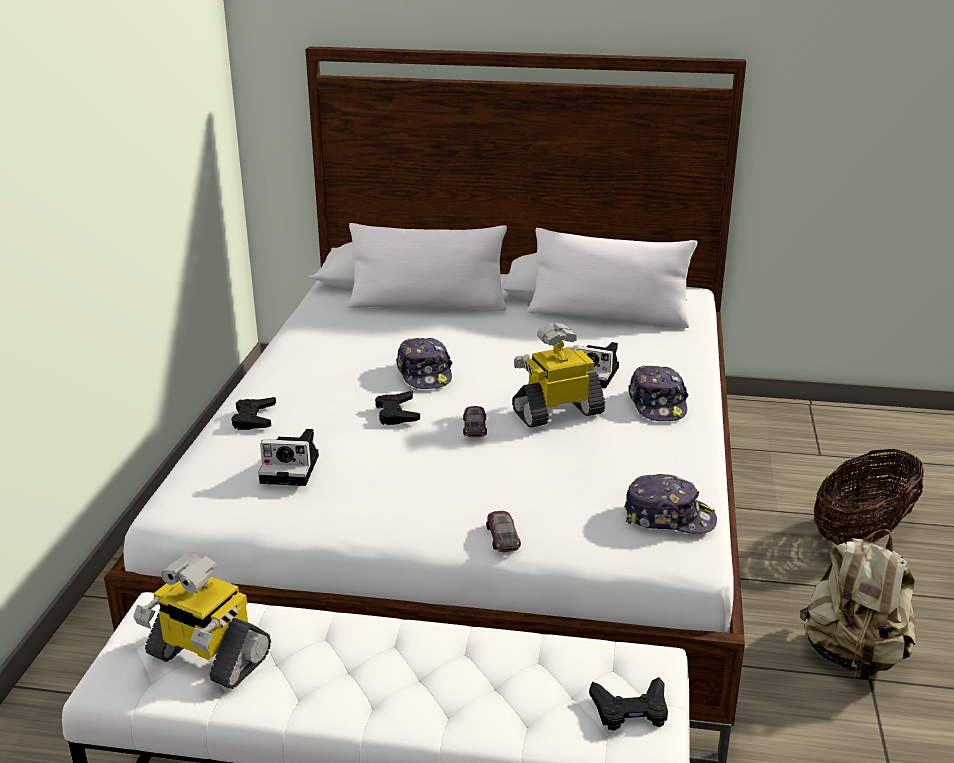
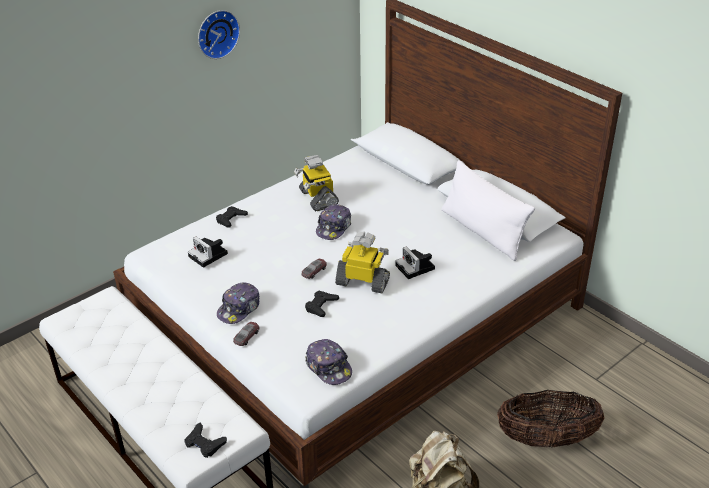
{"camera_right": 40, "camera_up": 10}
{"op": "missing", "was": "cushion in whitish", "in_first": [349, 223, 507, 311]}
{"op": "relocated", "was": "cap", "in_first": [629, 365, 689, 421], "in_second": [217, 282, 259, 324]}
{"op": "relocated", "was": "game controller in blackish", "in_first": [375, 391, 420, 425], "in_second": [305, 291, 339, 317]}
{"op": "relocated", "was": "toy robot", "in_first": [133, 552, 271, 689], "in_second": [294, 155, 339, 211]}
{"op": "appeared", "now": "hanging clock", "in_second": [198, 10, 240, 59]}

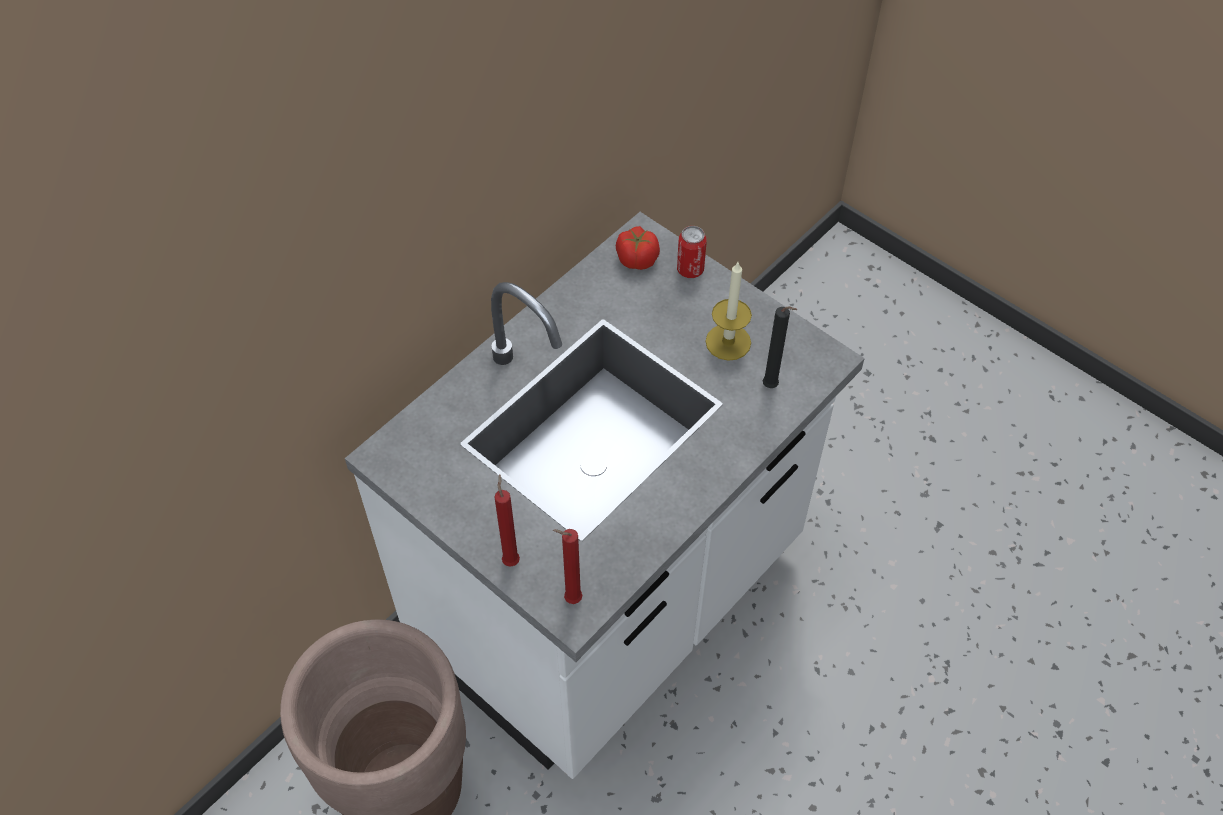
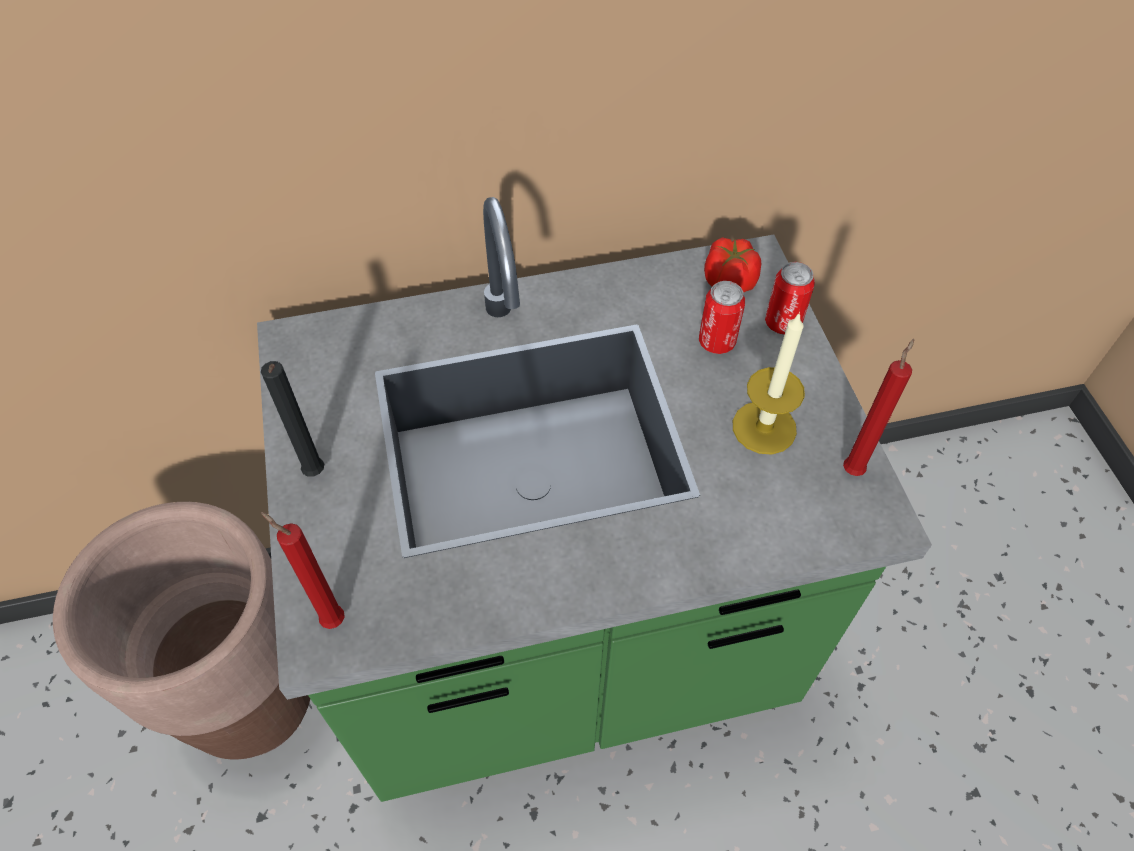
{"camera_right": 35, "camera_up": 0}
{"op": "colour", "was": "counter in whitish", "now": "counter in green-coloured", "in_first": [345, 212, 865, 779], "in_second": [257, 197, 932, 802]}
{"op": "relocated", "was": "candle in blackish", "in_first": [763, 306, 797, 388], "in_second": [261, 361, 324, 477]}
{"op": "relocated", "was": "candle in red", "in_first": [495, 474, 520, 567], "in_second": [843, 339, 914, 476]}
{"op": "appeared", "now": "metal can", "in_second": [699, 281, 745, 354]}

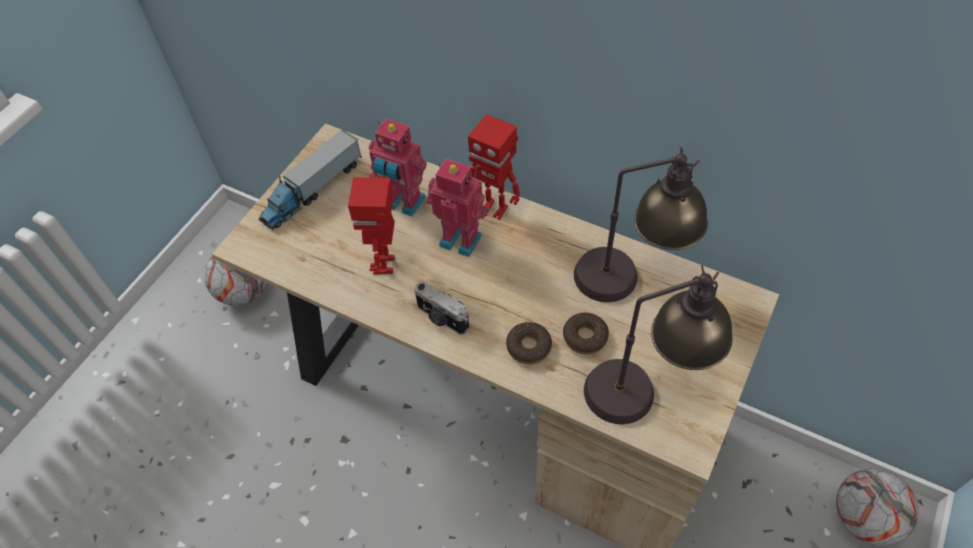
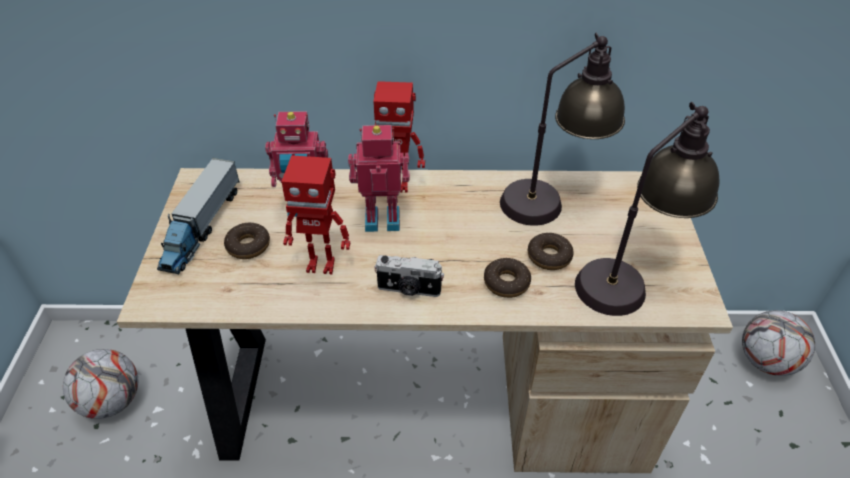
{"camera_right": -30, "camera_up": -10}
{"op": "spun", "was": "toy robot", "in_first": [348, 177, 395, 275], "in_second": [281, 155, 350, 274], "clockwise": -60}
{"op": "appeared", "now": "ring doughnut", "in_second": [224, 223, 270, 259]}

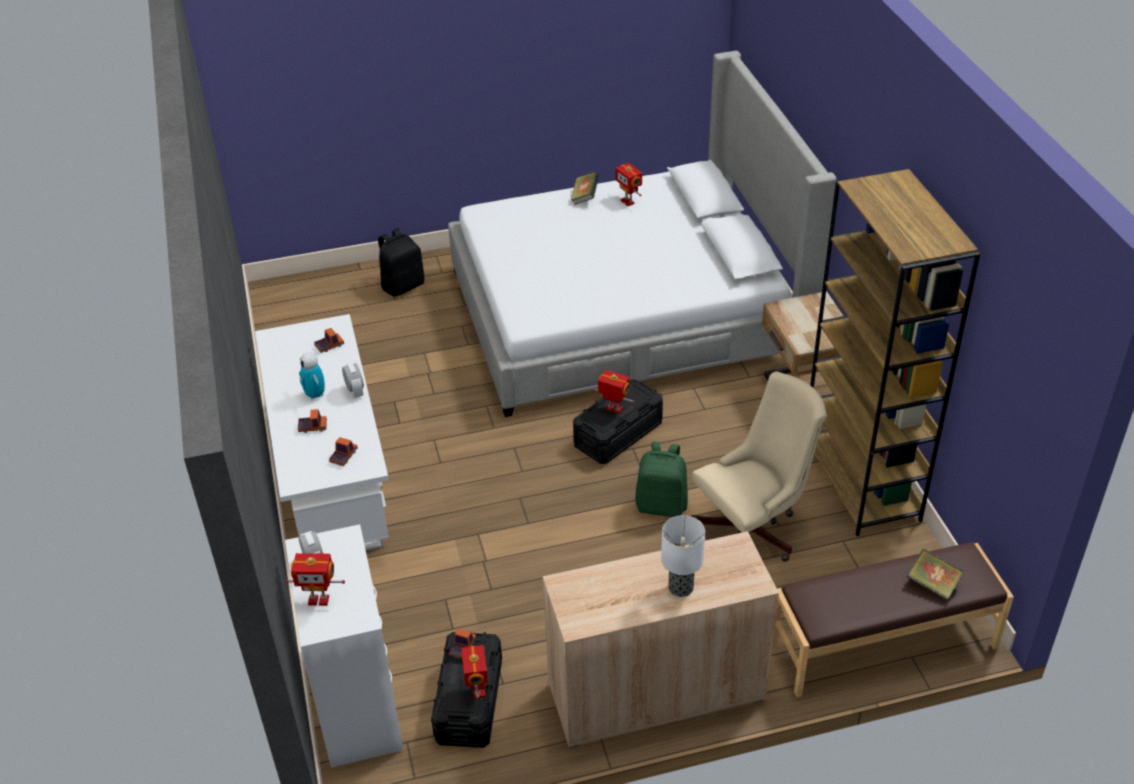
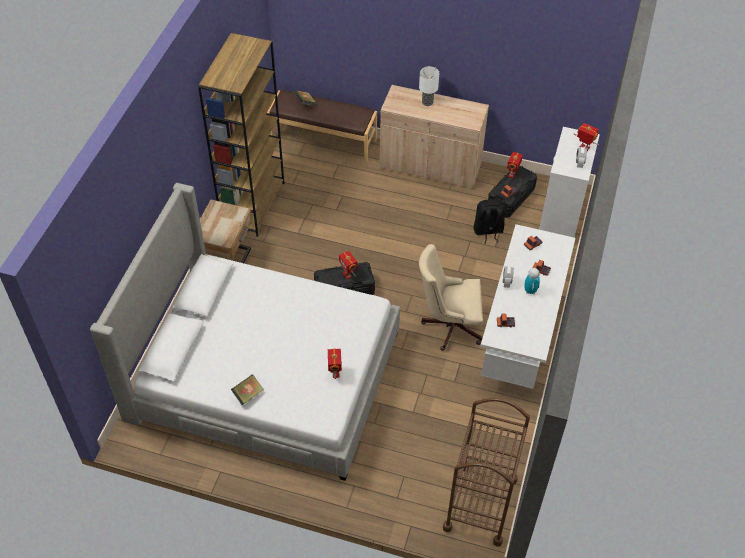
{"camera_right": -150, "camera_up": 10}
{"op": "relocated", "was": "toy robot", "in_first": [615, 163, 642, 206], "in_second": [328, 349, 342, 379]}
{"op": "relocated", "was": "rucksack in blackish", "in_first": [378, 228, 424, 296], "in_second": [473, 199, 505, 244]}
{"op": "relocated", "was": "office chair in sand-coloured", "in_first": [691, 372, 827, 562], "in_second": [419, 244, 483, 351]}
{"op": "missing", "was": "rucksack in green-coloured", "in_first": [635, 442, 688, 517]}
{"op": "appeared", "now": "cart in brownish", "in_second": [443, 398, 530, 547]}

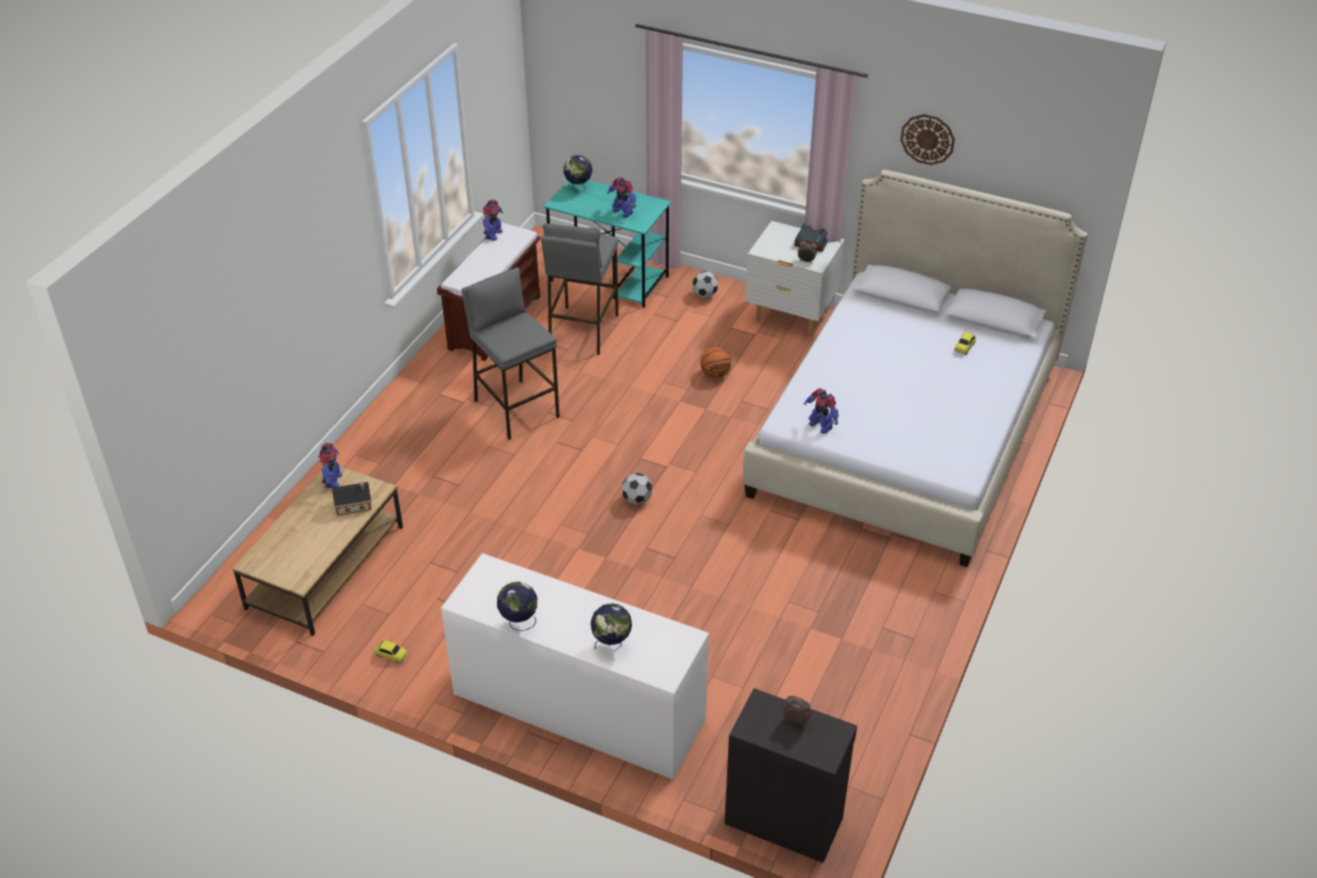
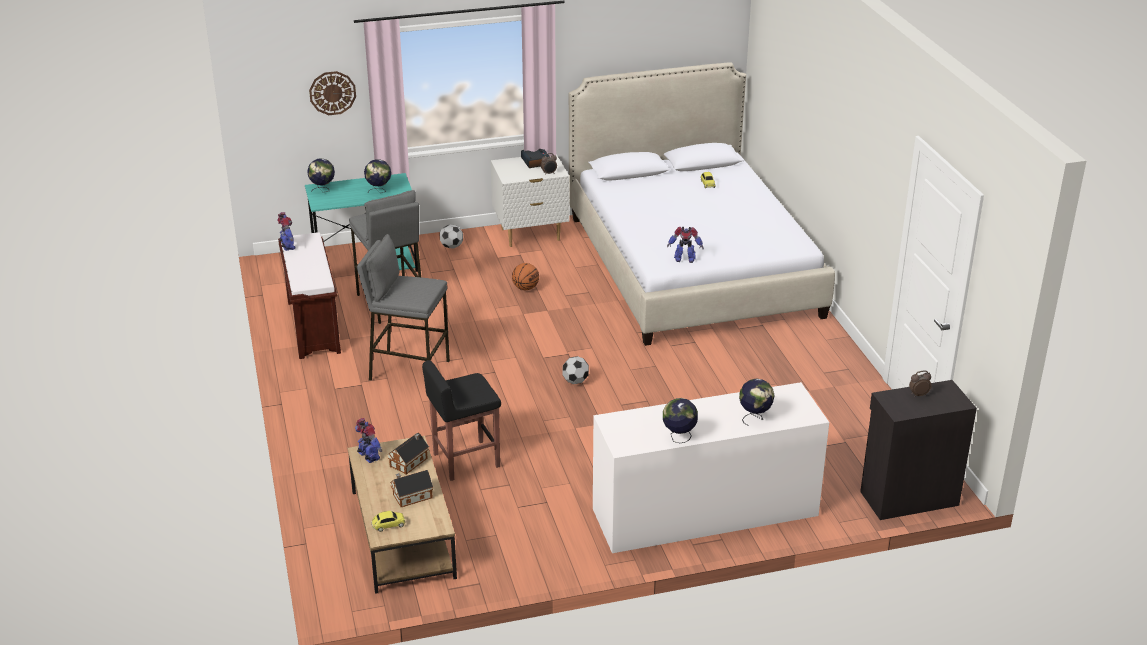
{"camera_right": -40, "camera_up": -10}
{"op": "relocated", "was": "hanging clock", "in_first": [900, 114, 955, 165], "in_second": [309, 71, 356, 115]}
{"op": "exchanged", "was": "toy robot", "now": "world globe", "in_first": [607, 177, 636, 218], "in_second": [364, 159, 391, 193]}
{"op": "relocated", "was": "toy car", "in_first": [374, 640, 408, 664], "in_second": [371, 511, 405, 532]}
{"op": "appeared", "now": "stool seat in blackish", "in_second": [422, 360, 501, 481]}
{"op": "appeared", "now": "model house", "in_second": [390, 470, 433, 507]}

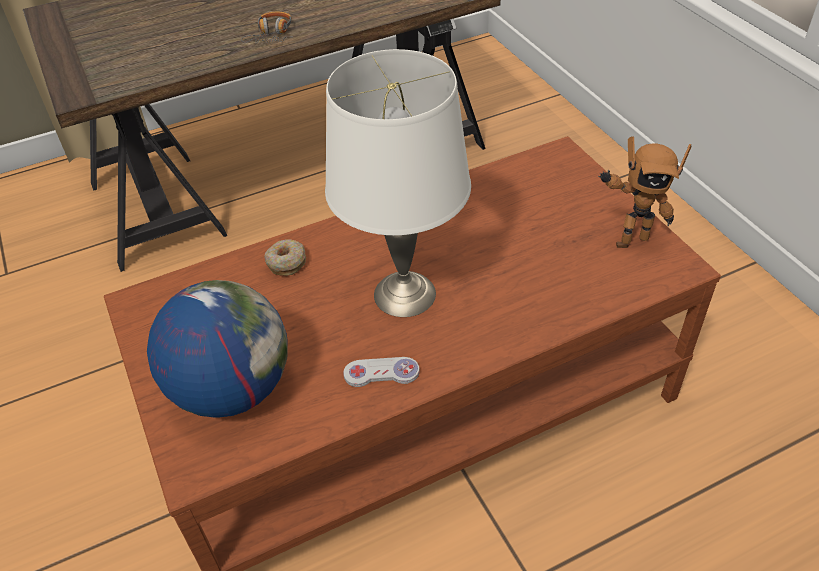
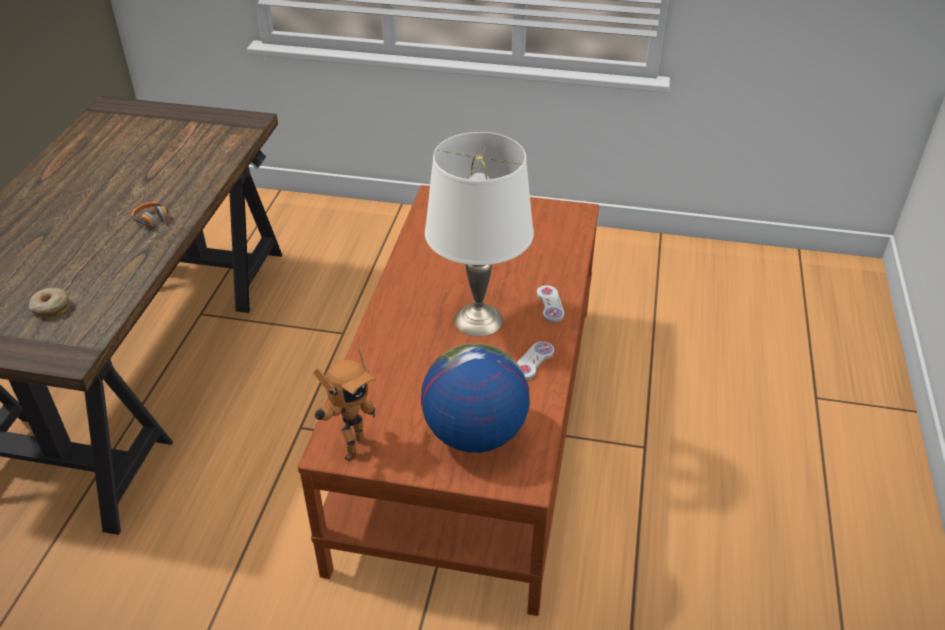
{"camera_right": -55, "camera_up": -5}
{"op": "relocated", "was": "toy robot", "in_first": [598, 136, 691, 248], "in_second": [313, 347, 377, 461]}
{"op": "relocated", "was": "ring doughnut", "in_first": [265, 239, 306, 276], "in_second": [29, 288, 70, 318]}
{"op": "appeared", "now": "game controller in whitish", "in_second": [537, 285, 564, 323]}

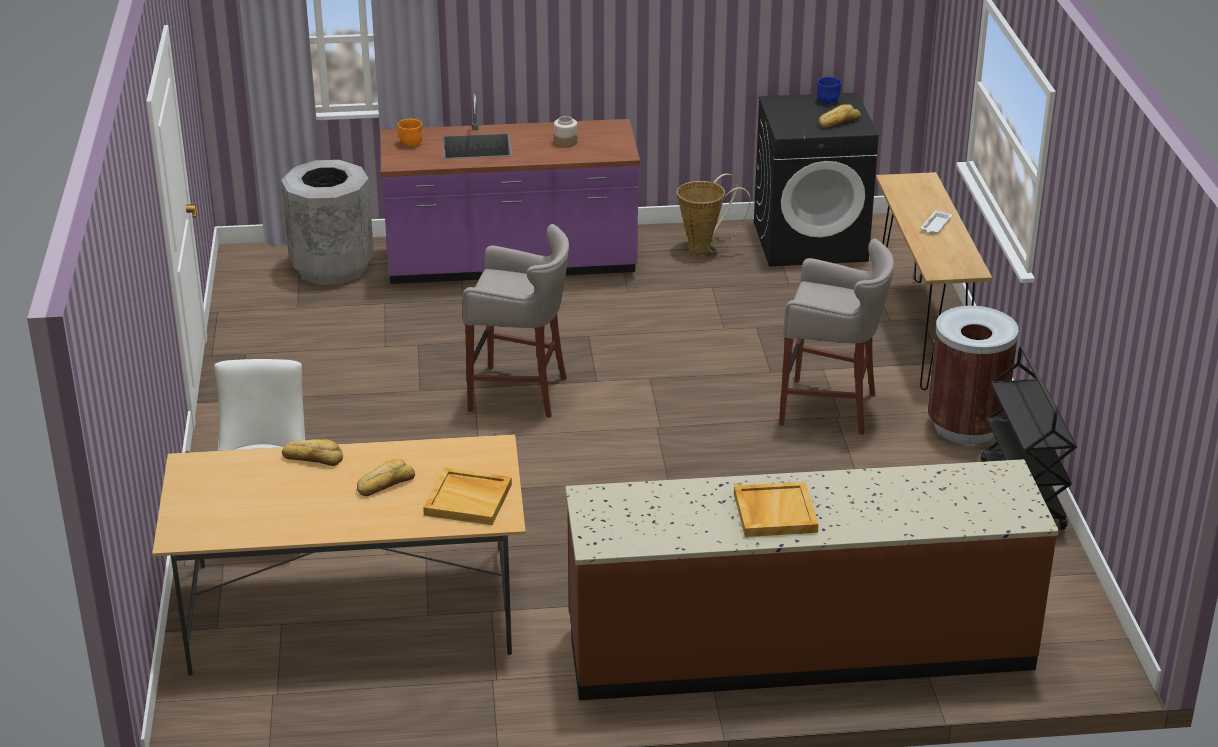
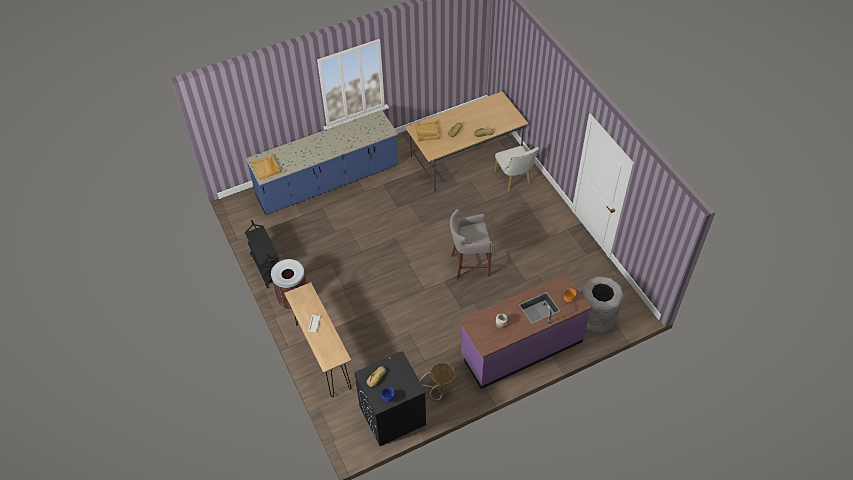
{"camera_right": 160, "camera_up": 20}
{"op": "missing", "was": "stool seat in gray", "in_first": [779, 239, 894, 435]}
{"op": "colour", "was": "counter in brownish", "now": "counter in bluish", "in_first": [565, 459, 1059, 701], "in_second": [246, 110, 398, 215]}
{"op": "relocated", "was": "carrying tray in sand-coloured", "in_first": [734, 482, 818, 537], "in_second": [251, 155, 281, 180]}

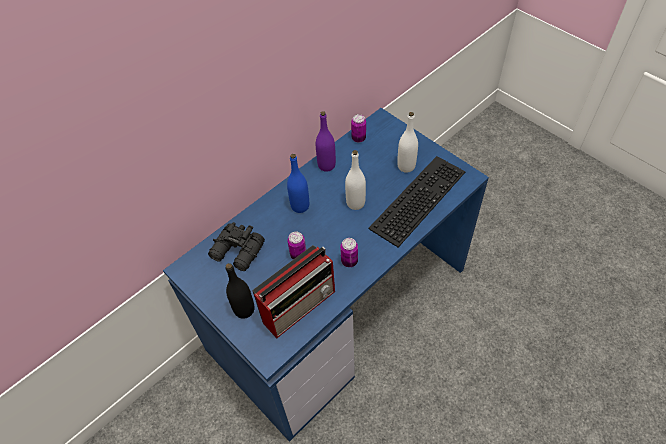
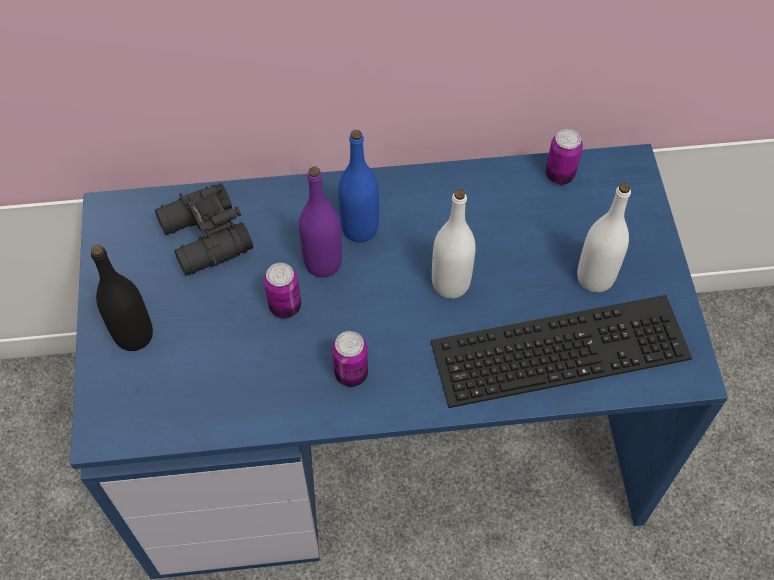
{"camera_right": 35, "camera_up": 5}
{"op": "relocated", "was": "bottle in purplish", "in_first": [316, 111, 336, 172], "in_second": [299, 167, 342, 278]}
{"op": "missing", "was": "radio receiver", "in_first": [252, 245, 335, 338]}

